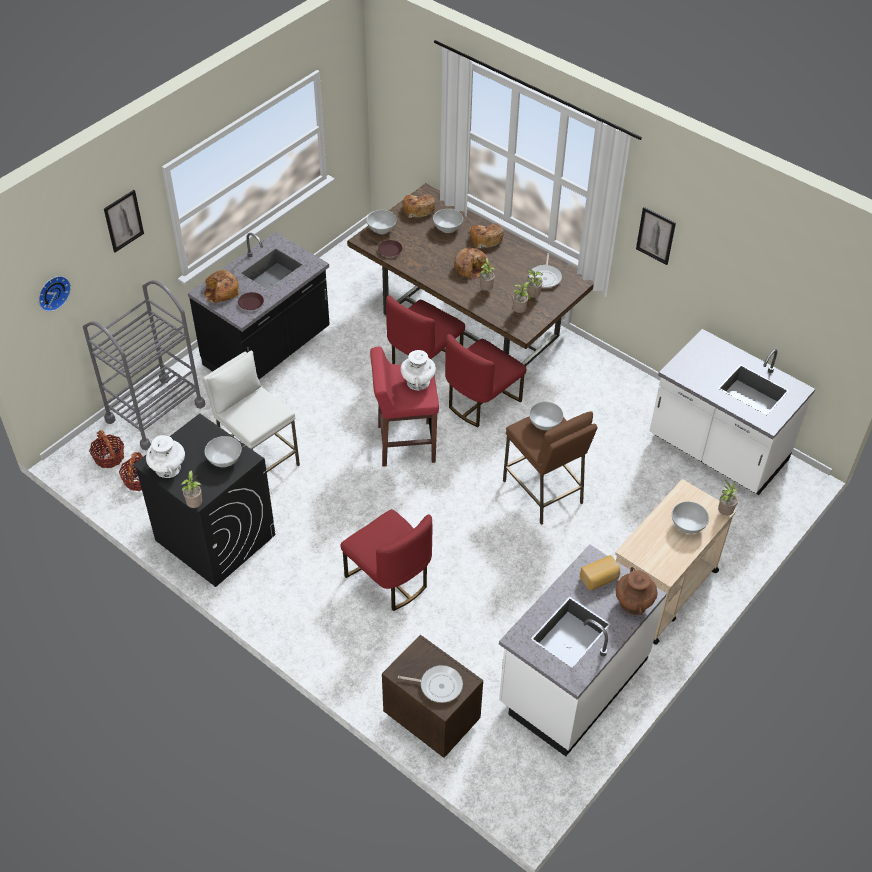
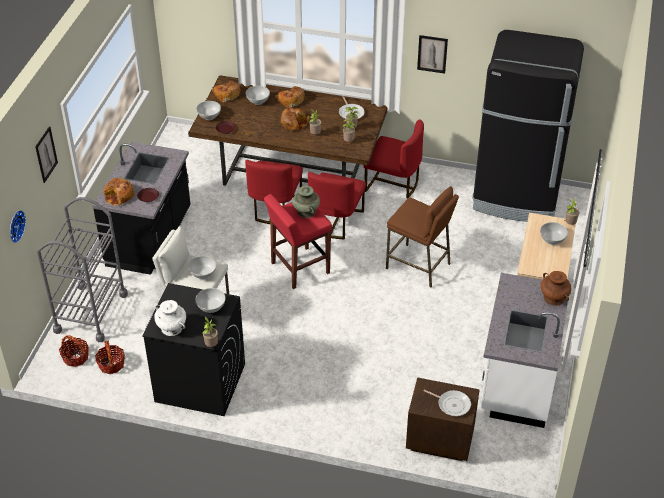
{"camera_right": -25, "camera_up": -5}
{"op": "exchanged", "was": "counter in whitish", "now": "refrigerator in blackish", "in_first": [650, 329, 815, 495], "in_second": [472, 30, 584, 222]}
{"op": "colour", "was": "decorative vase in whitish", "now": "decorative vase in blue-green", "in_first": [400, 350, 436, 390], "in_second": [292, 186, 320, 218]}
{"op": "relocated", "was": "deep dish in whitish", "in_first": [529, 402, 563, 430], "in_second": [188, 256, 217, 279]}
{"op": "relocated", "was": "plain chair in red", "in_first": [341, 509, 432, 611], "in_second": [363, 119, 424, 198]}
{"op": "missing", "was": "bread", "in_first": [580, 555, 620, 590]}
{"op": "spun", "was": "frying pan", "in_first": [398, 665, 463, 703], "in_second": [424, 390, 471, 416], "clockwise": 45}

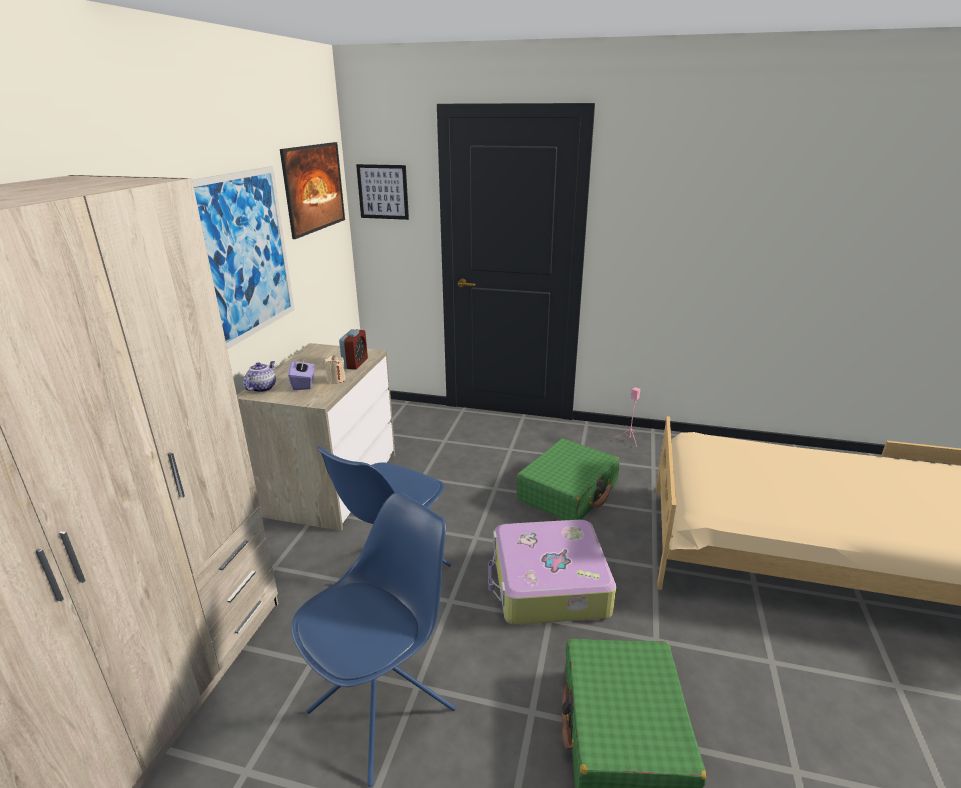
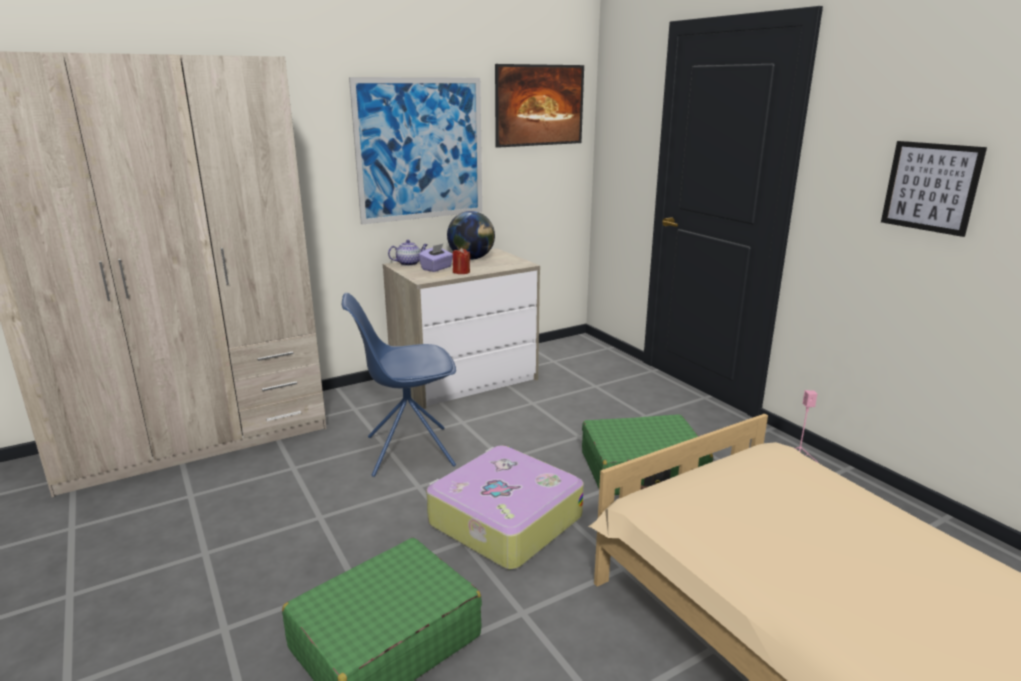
{"camera_right": 45, "camera_up": -5}
{"op": "relocated", "was": "wall picture", "in_first": [356, 164, 409, 220], "in_second": [881, 141, 987, 237]}
{"op": "missing", "was": "table clock", "in_first": [339, 329, 368, 370]}
{"op": "colour", "was": "candle in sand-coloured", "now": "candle in red", "in_first": [325, 355, 345, 384], "in_second": [453, 247, 470, 274]}
{"op": "missing", "was": "plain chair in bluish", "in_first": [291, 491, 456, 787]}
{"op": "appeared", "now": "world globe", "in_second": [447, 211, 495, 260]}

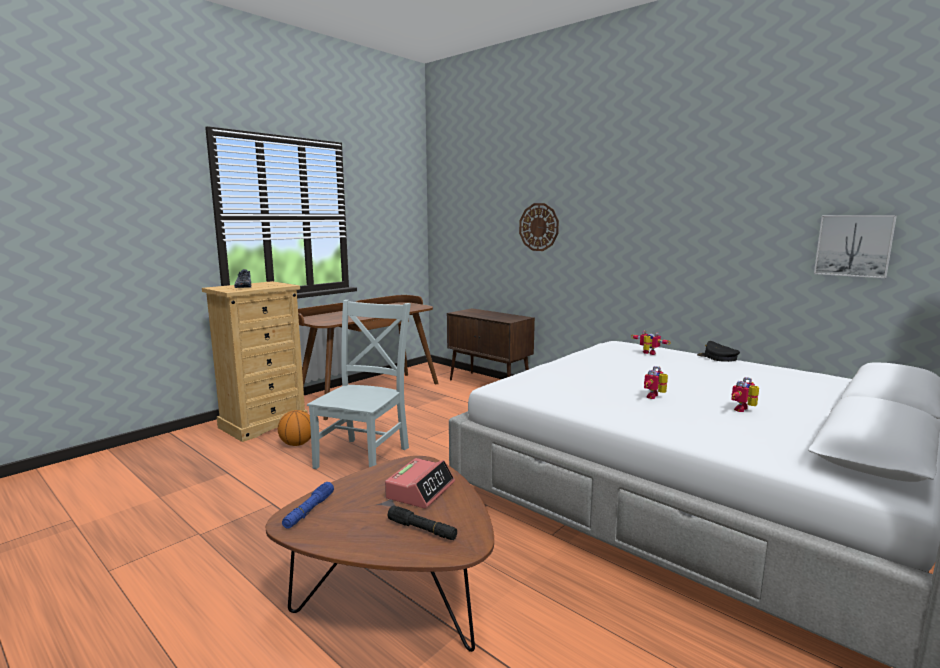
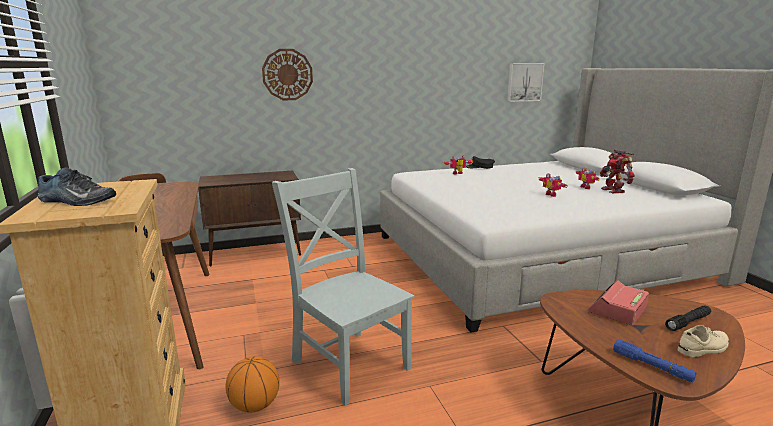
{"camera_right": -60, "camera_up": 5}
{"op": "spun", "was": "table clock", "in_first": [385, 458, 455, 509], "in_second": [588, 280, 649, 326], "clockwise": -105}
{"op": "appeared", "now": "toy robot", "in_second": [600, 150, 635, 193]}
{"op": "appeared", "now": "shoe in sand-coloured", "in_second": [678, 325, 729, 357]}

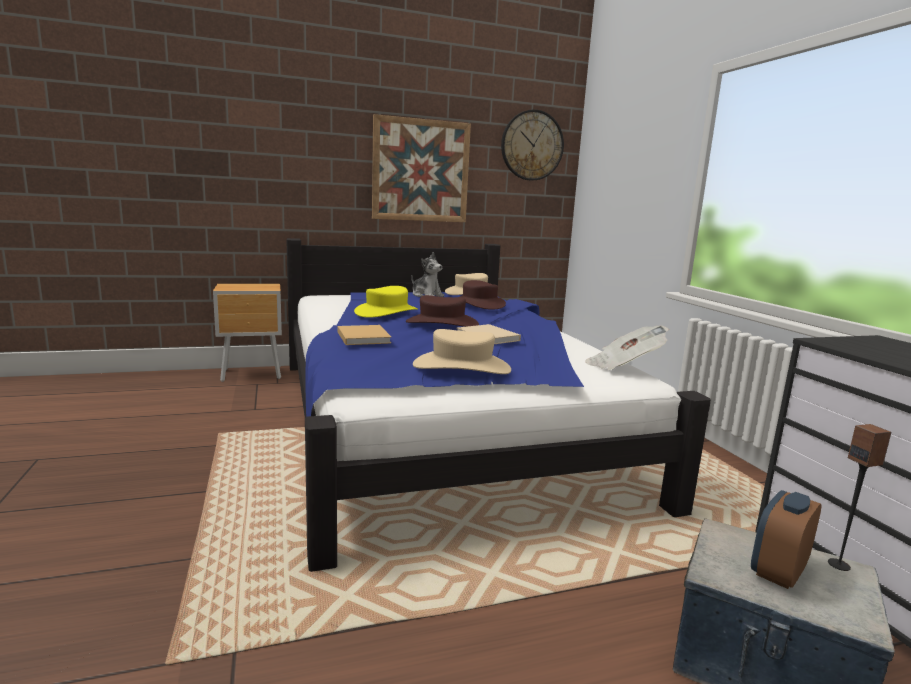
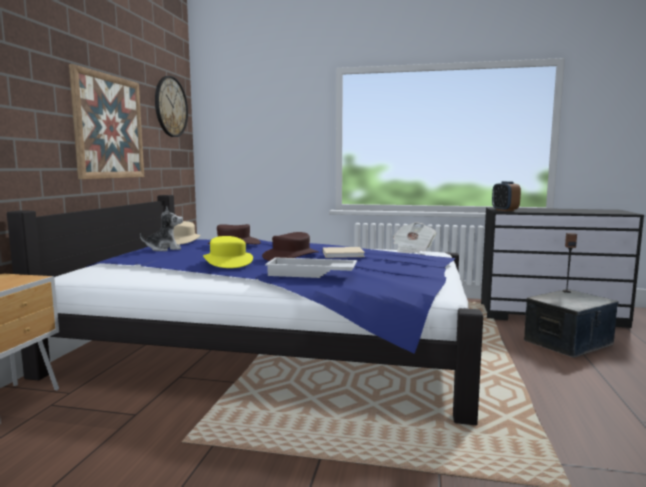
{"camera_right": -60, "camera_up": -5}
{"op": "exchanged", "was": "bound book in sand-coloured", "now": "carrying tray in whitish", "in_first": [338, 325, 391, 345], "in_second": [265, 257, 357, 278]}
{"op": "missing", "was": "clothing hat in sand-coloured", "in_first": [413, 329, 511, 374]}
{"op": "relocated", "was": "table clock", "in_first": [751, 490, 821, 589], "in_second": [492, 181, 521, 211]}

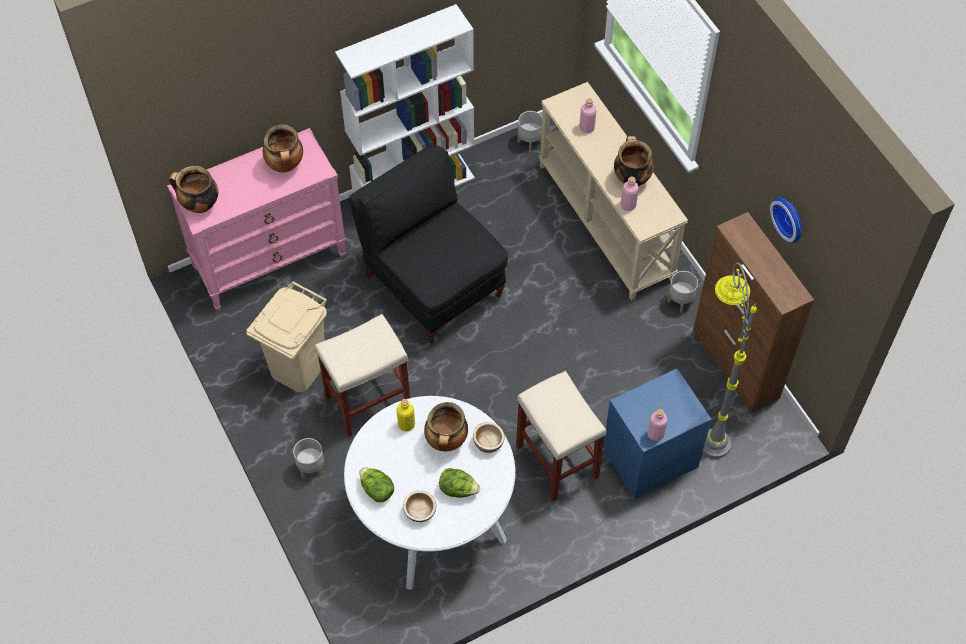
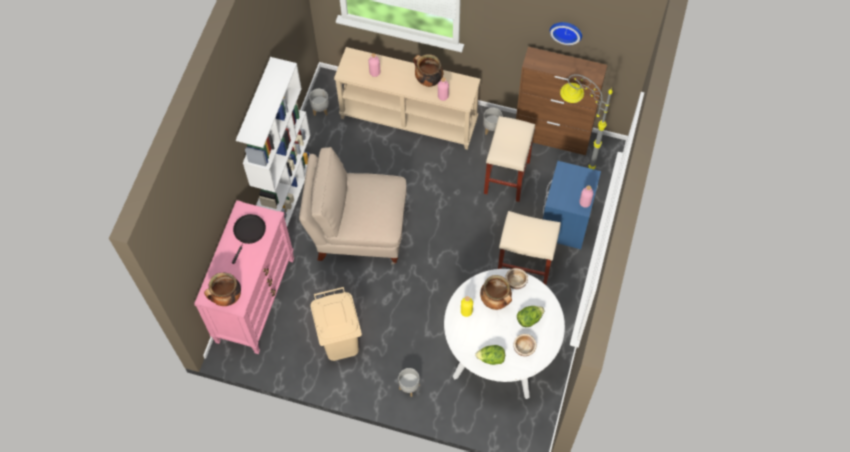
{"camera_right": -45, "camera_up": 5}
{"op": "exchanged", "was": "stockpot", "now": "frying pan in blackish", "in_first": [263, 124, 303, 172], "in_second": [232, 214, 266, 264]}
{"op": "colour", "was": "plain chair in blackish", "now": "plain chair in sand-coloured", "in_first": [349, 146, 508, 343], "in_second": [299, 147, 407, 265]}
{"op": "relocated", "was": "stool seat in sand-coloured", "in_first": [315, 314, 410, 437], "in_second": [484, 116, 535, 202]}

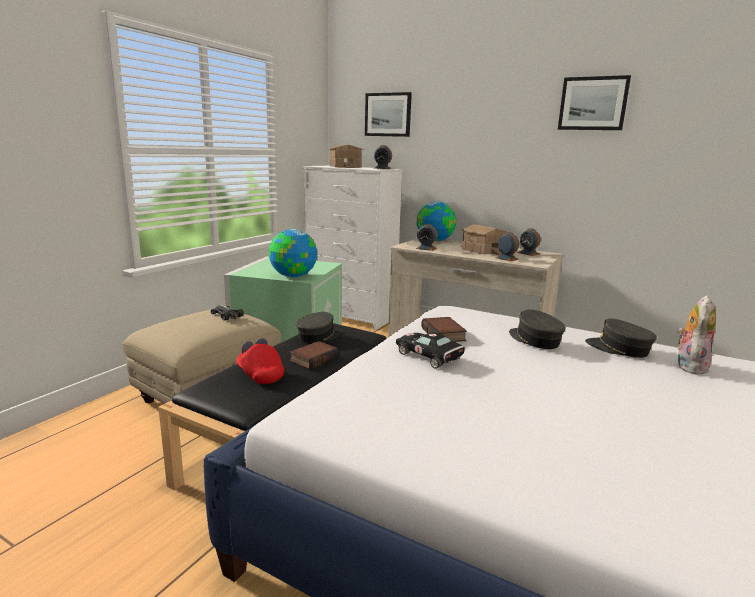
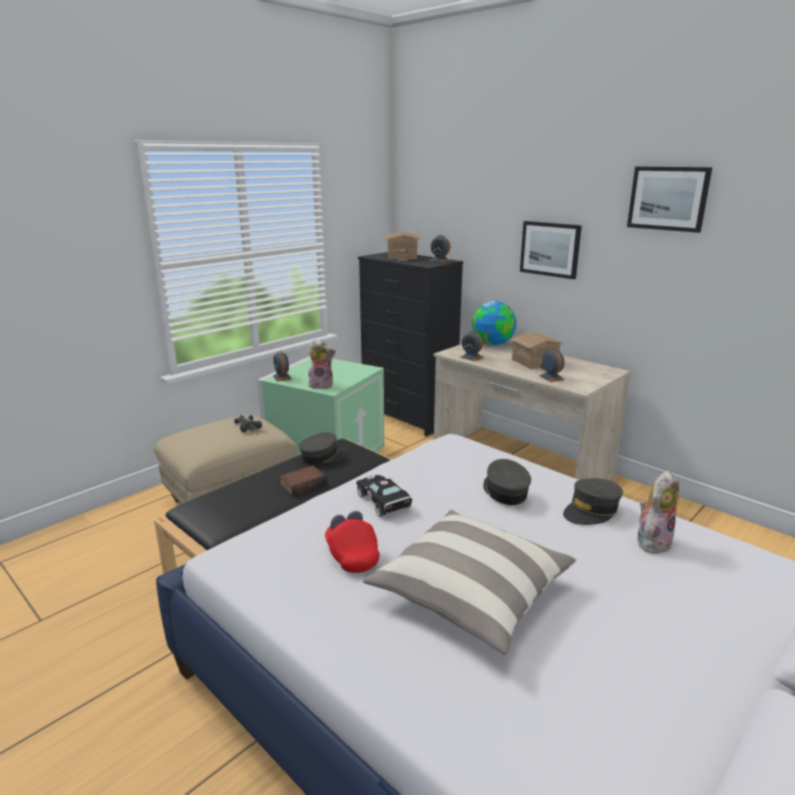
{"camera_right": 15, "camera_up": 5}
{"op": "relocated", "was": "wall picture", "in_first": [365, 92, 412, 137], "in_second": [520, 221, 582, 279]}
{"op": "colour", "was": "dresser in whitish", "now": "dresser in blackish", "in_first": [303, 166, 403, 330], "in_second": [358, 252, 463, 436]}
{"op": "relocated", "was": "table clock", "in_first": [517, 228, 541, 256], "in_second": [273, 351, 292, 382]}
{"op": "exchanged", "was": "world globe", "now": "soft toy", "in_first": [269, 229, 317, 278], "in_second": [308, 340, 336, 389]}
{"op": "missing", "was": "bound book", "in_first": [421, 317, 467, 342]}
{"op": "spun", "was": "cap in gray", "in_first": [585, 318, 657, 358], "in_second": [563, 478, 623, 525], "clockwise": -90}
{"op": "relocated", "was": "cap in red", "in_first": [236, 338, 284, 384], "in_second": [325, 511, 380, 573]}
{"op": "appeared", "now": "cushion", "in_second": [363, 510, 577, 655]}

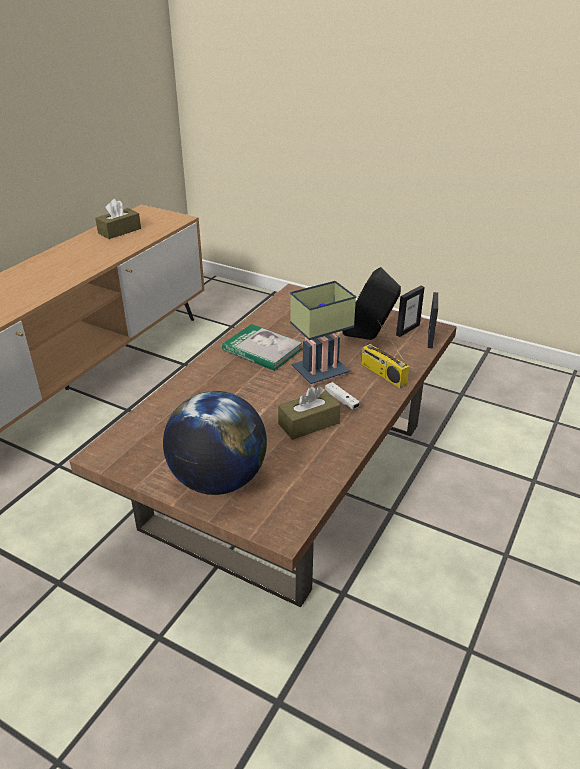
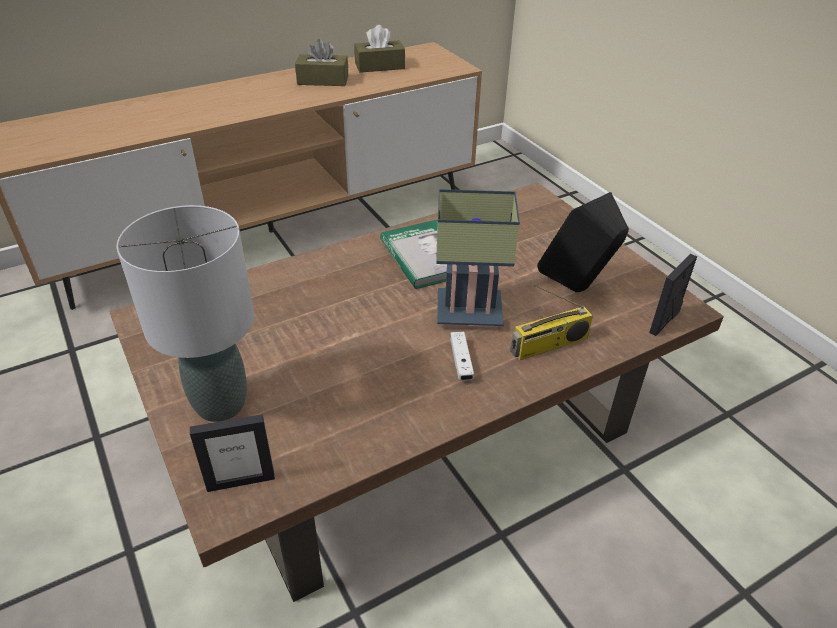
{"camera_right": 30, "camera_up": 5}
{"op": "relocated", "was": "photo frame", "in_first": [396, 286, 425, 337], "in_second": [190, 414, 275, 492]}
{"op": "spun", "was": "radio receiver", "in_first": [361, 319, 409, 388], "in_second": [510, 285, 593, 360], "clockwise": -105}
{"op": "relocated", "was": "tissue box in brownish", "in_first": [278, 386, 341, 440], "in_second": [295, 39, 348, 86]}
{"op": "exchanged", "was": "world globe", "now": "lamp for a table in gray", "in_first": [163, 391, 267, 495], "in_second": [116, 205, 255, 422]}

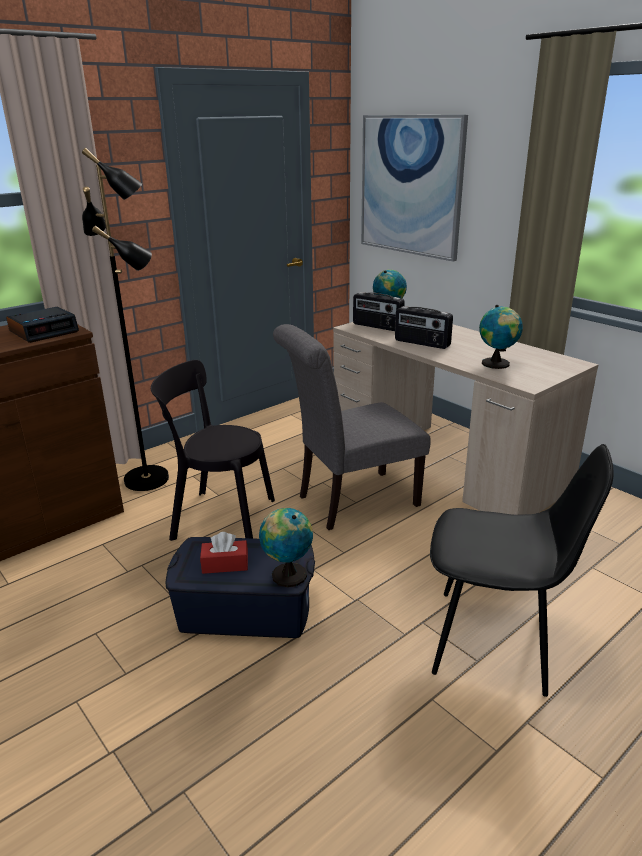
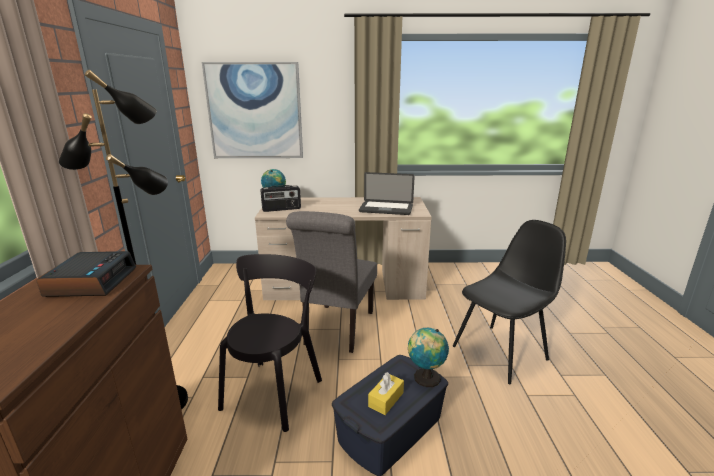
{"camera_right": -50, "camera_up": -5}
{"op": "exchanged", "was": "world globe", "now": "portable computer", "in_first": [479, 305, 523, 369], "in_second": [359, 172, 415, 215]}
{"op": "missing", "was": "radio receiver", "in_first": [395, 306, 453, 349]}
{"op": "spun", "was": "plain chair in blackish", "in_first": [151, 360, 275, 541], "in_second": [218, 254, 322, 432], "clockwise": 150}
{"op": "colour", "was": "tissue box in red", "now": "tissue box in yellow", "in_first": [200, 532, 248, 574], "in_second": [368, 372, 404, 415]}

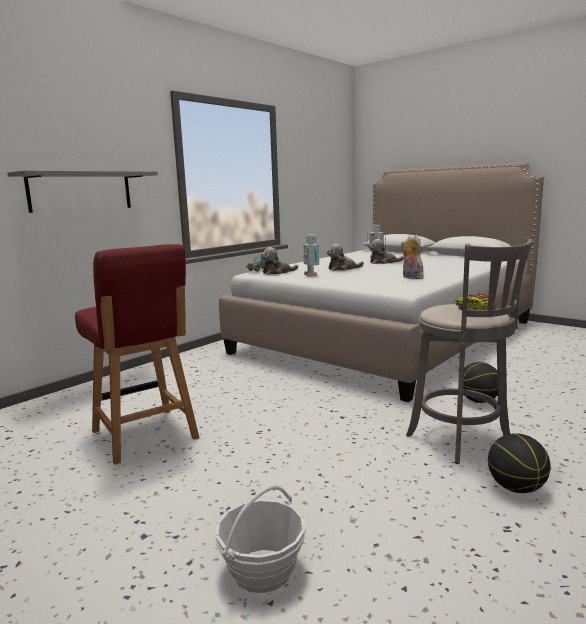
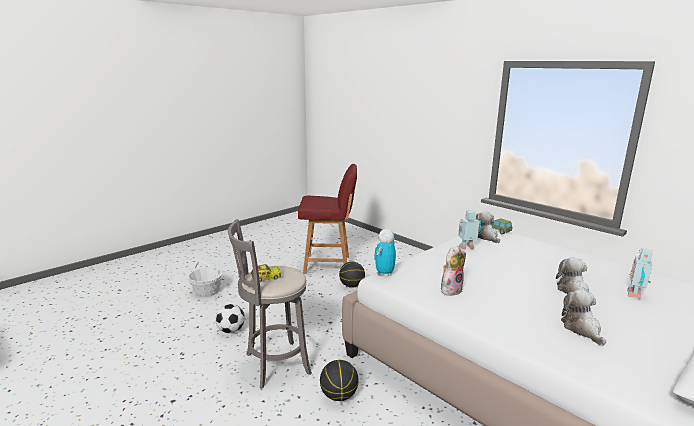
{"camera_right": 95, "camera_up": 5}
{"op": "missing", "was": "shelf in gray", "in_first": [7, 170, 158, 213]}
{"op": "spun", "was": "plain chair in red", "in_first": [75, 244, 199, 465], "in_second": [298, 164, 357, 274], "clockwise": -150}
{"op": "relocated", "was": "soft toy", "in_first": [327, 244, 364, 271], "in_second": [561, 290, 606, 345]}
{"op": "relocated", "was": "basketball", "in_first": [488, 433, 551, 493], "in_second": [339, 262, 365, 288]}
{"op": "appeared", "now": "toy robot", "in_second": [374, 229, 396, 277]}
{"op": "appeared", "now": "football ball", "in_second": [215, 304, 245, 333]}

